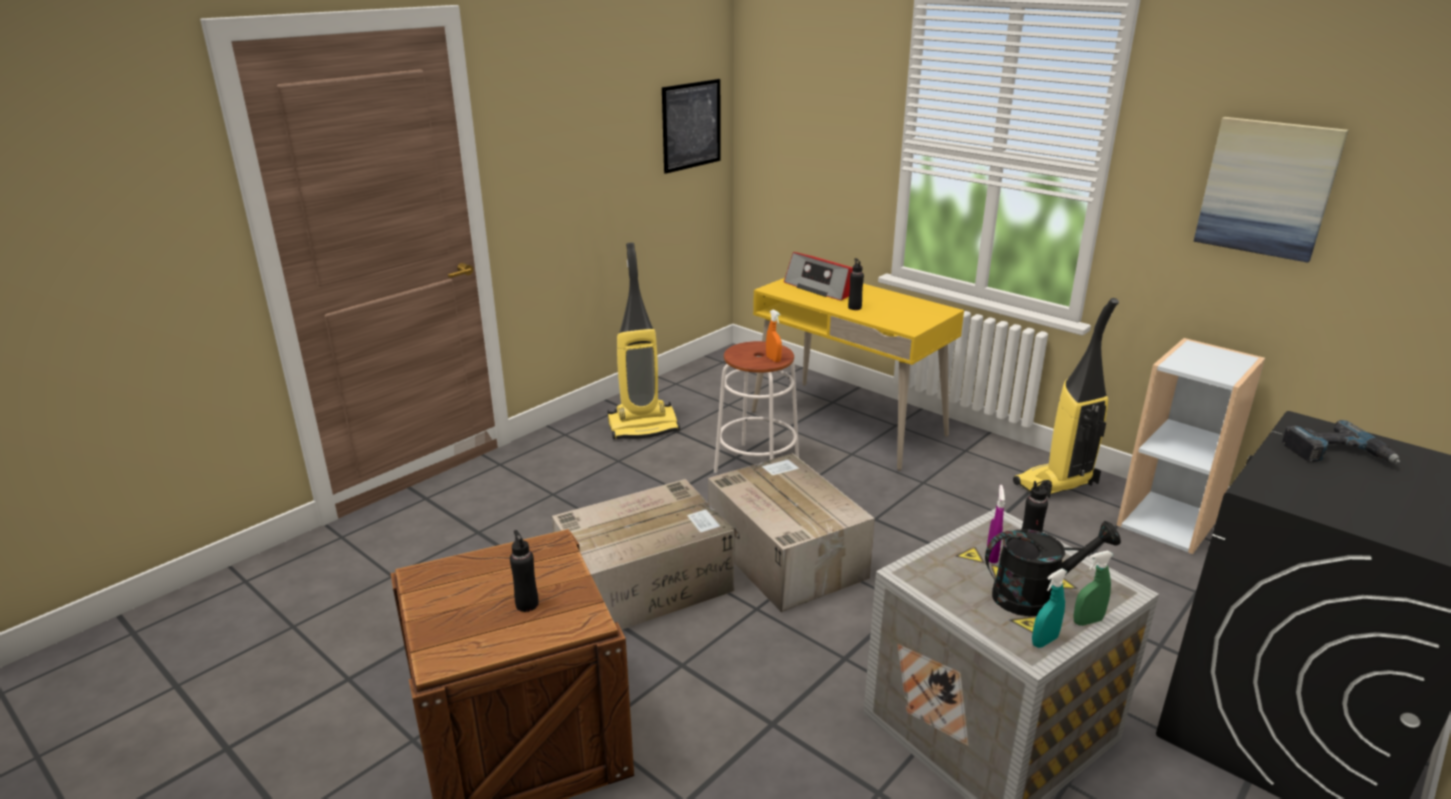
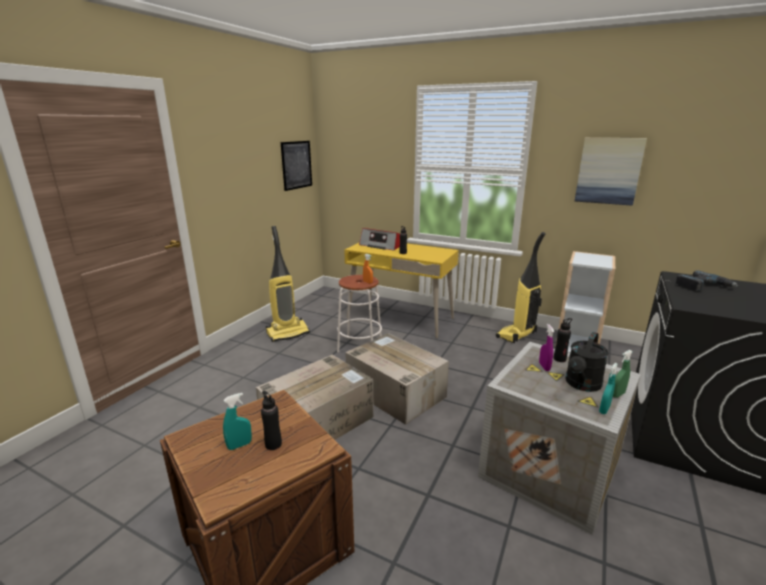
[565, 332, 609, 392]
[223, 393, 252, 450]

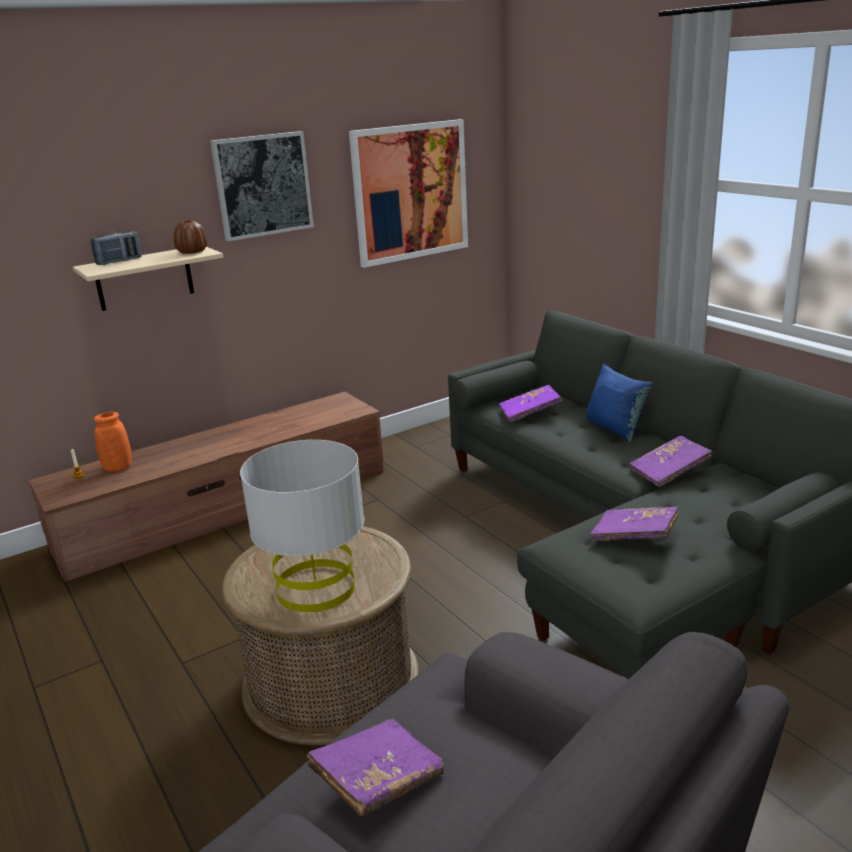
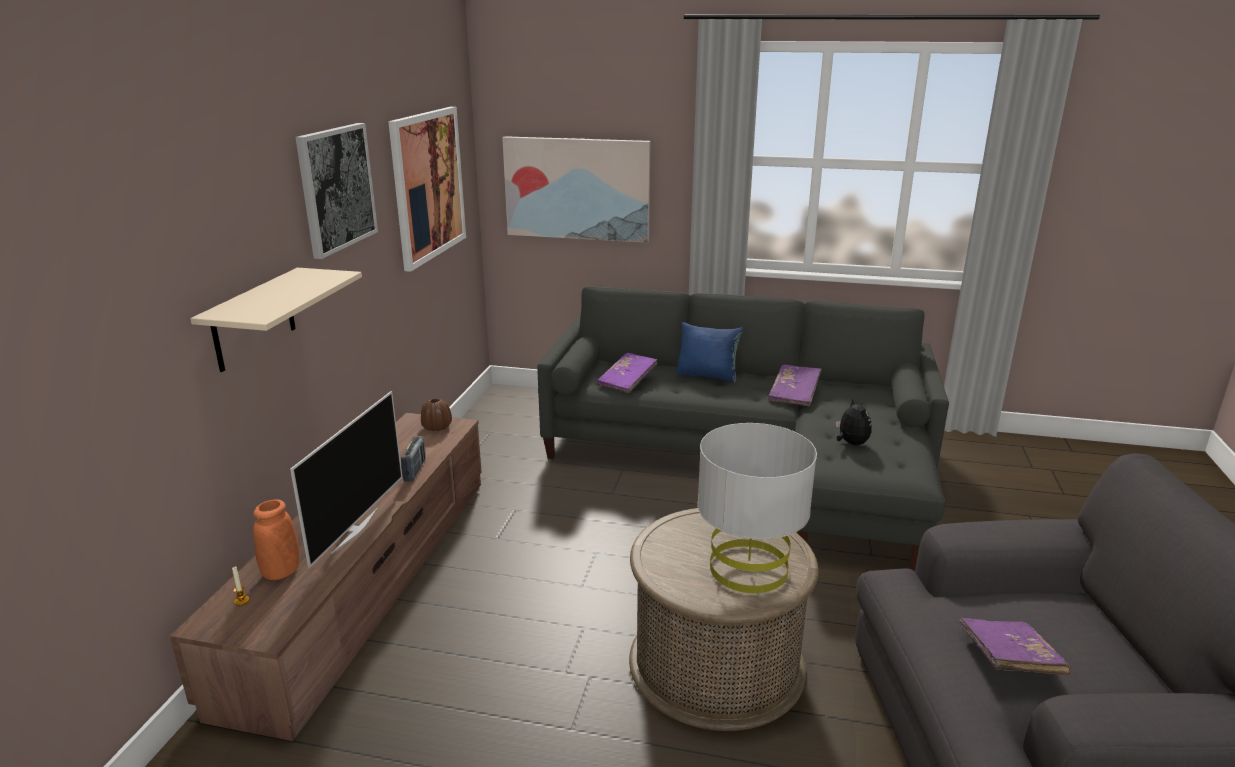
[421, 398, 452, 431]
[401, 436, 426, 481]
[836, 397, 871, 445]
[502, 136, 651, 243]
[290, 391, 402, 568]

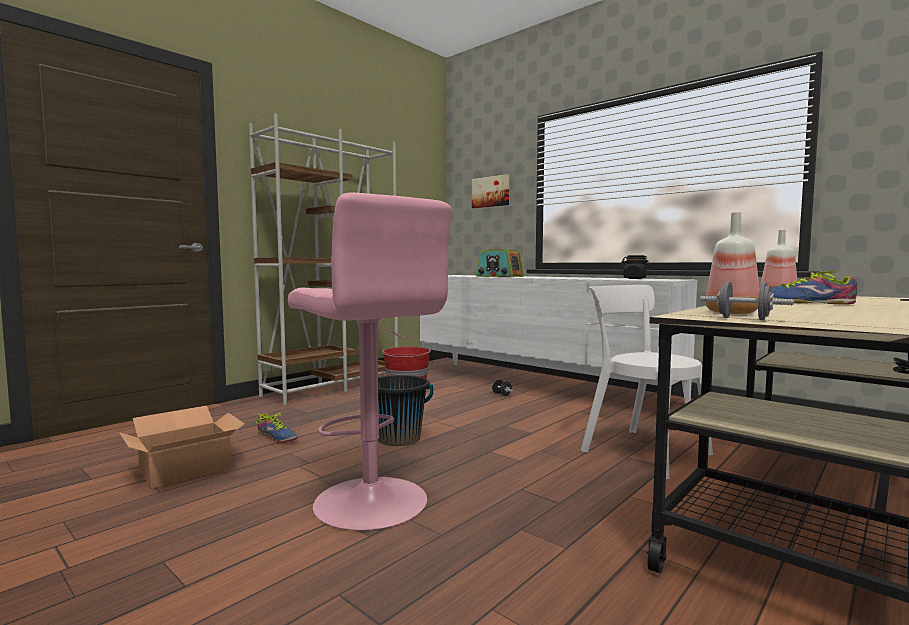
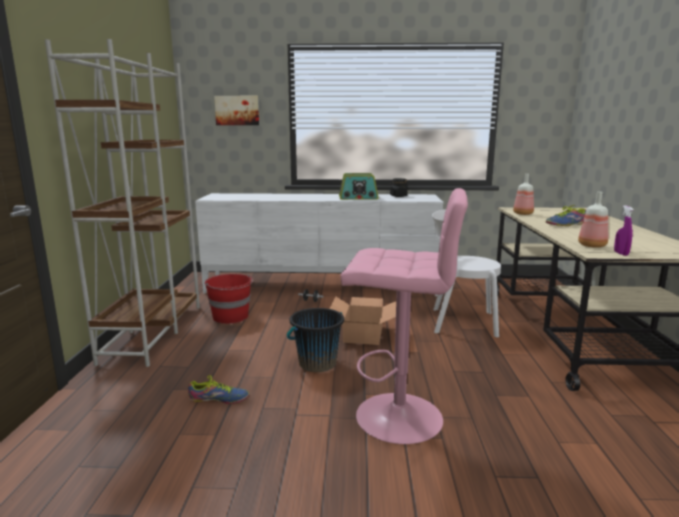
[339, 173, 378, 200]
[614, 205, 633, 256]
[329, 296, 396, 345]

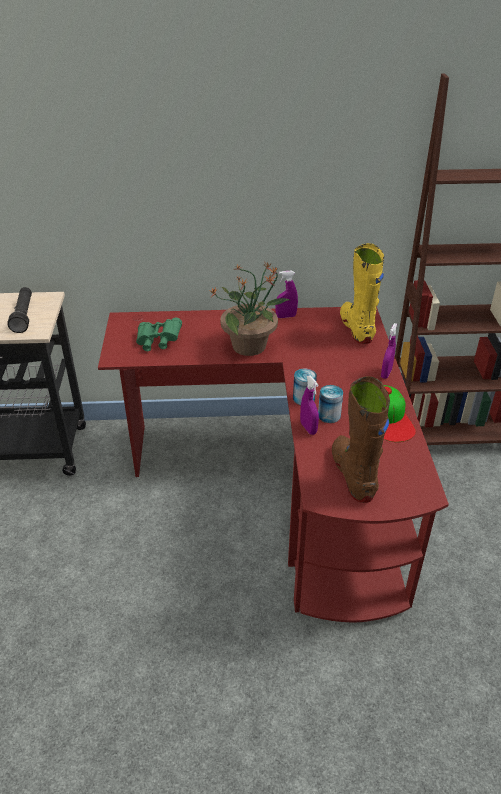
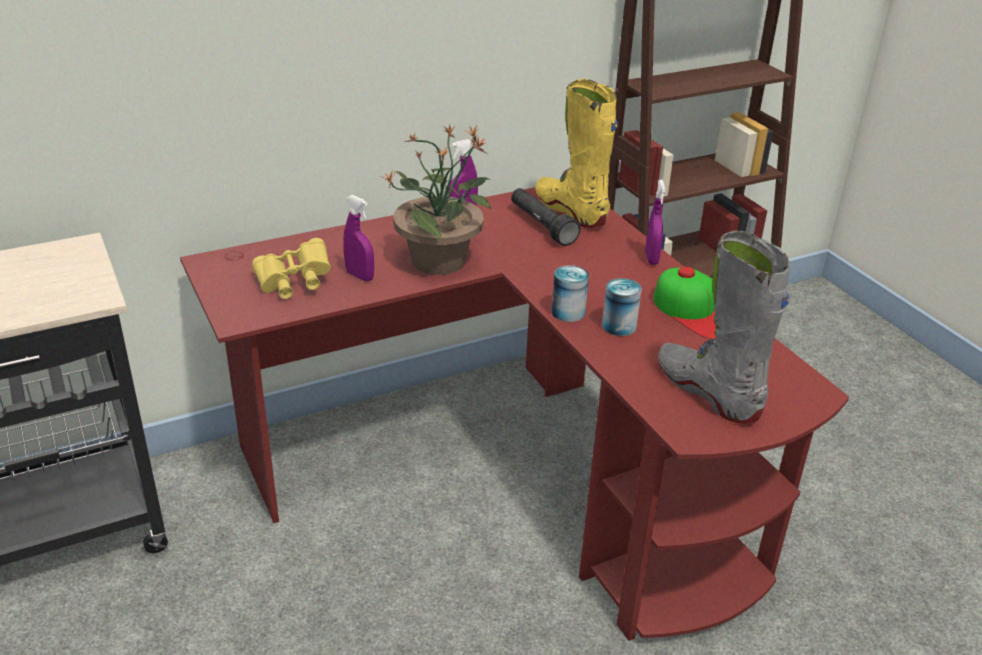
[511, 188, 580, 246]
[252, 238, 331, 299]
[343, 195, 374, 281]
[658, 231, 790, 424]

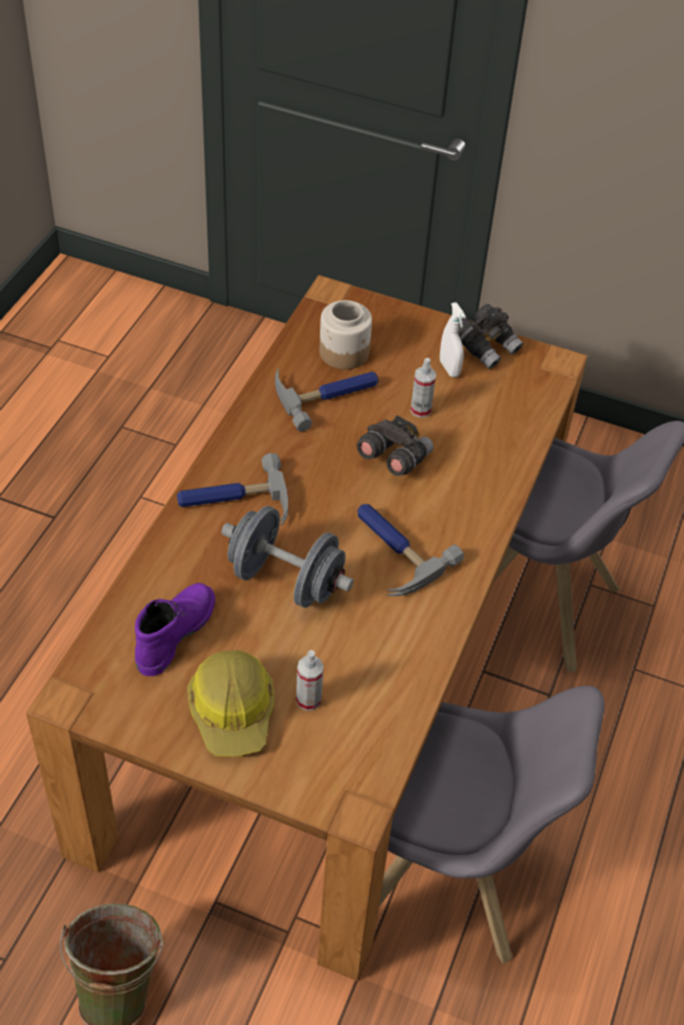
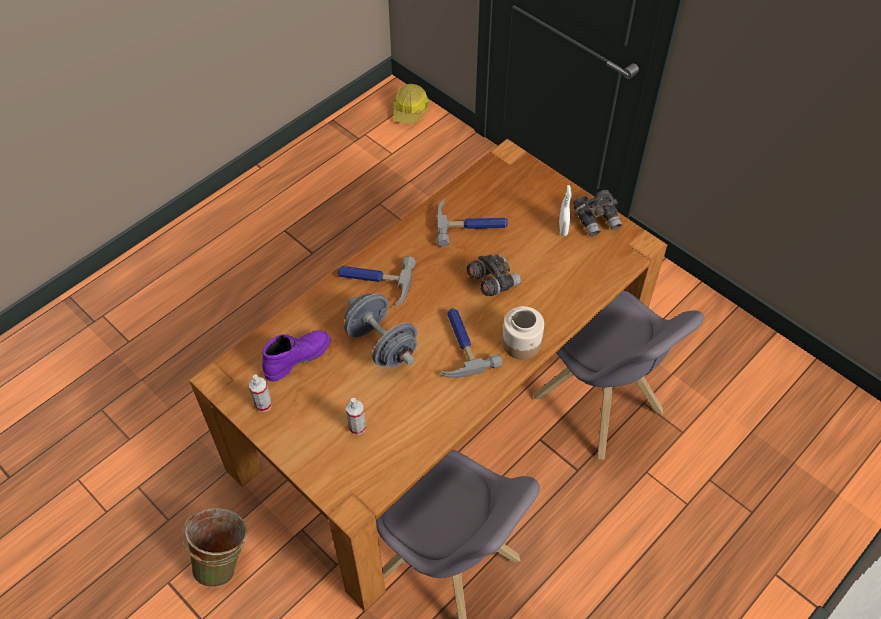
[502, 306, 544, 360]
[249, 374, 272, 412]
[393, 84, 430, 124]

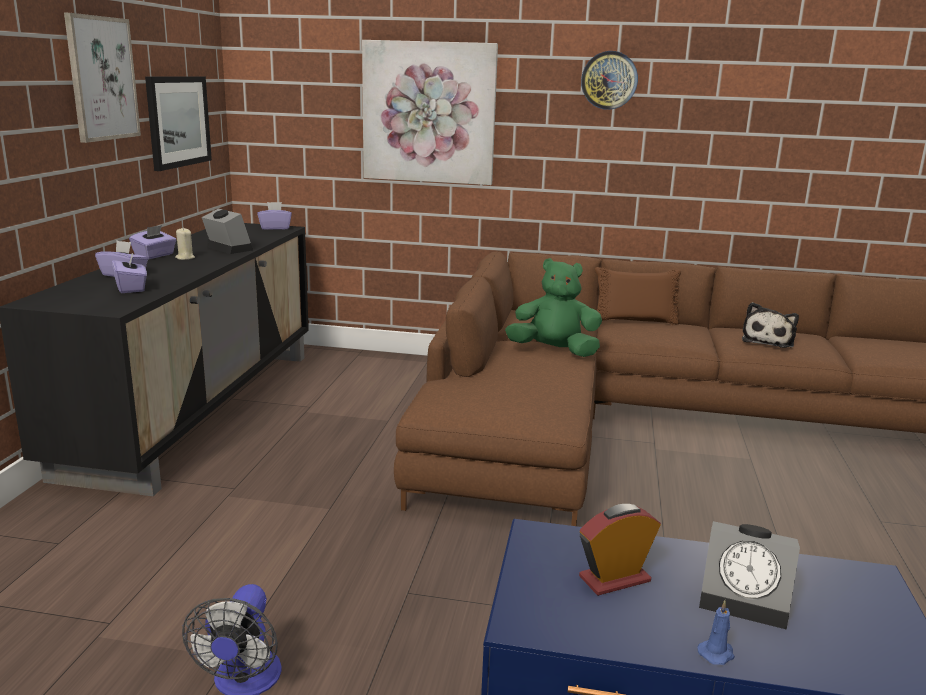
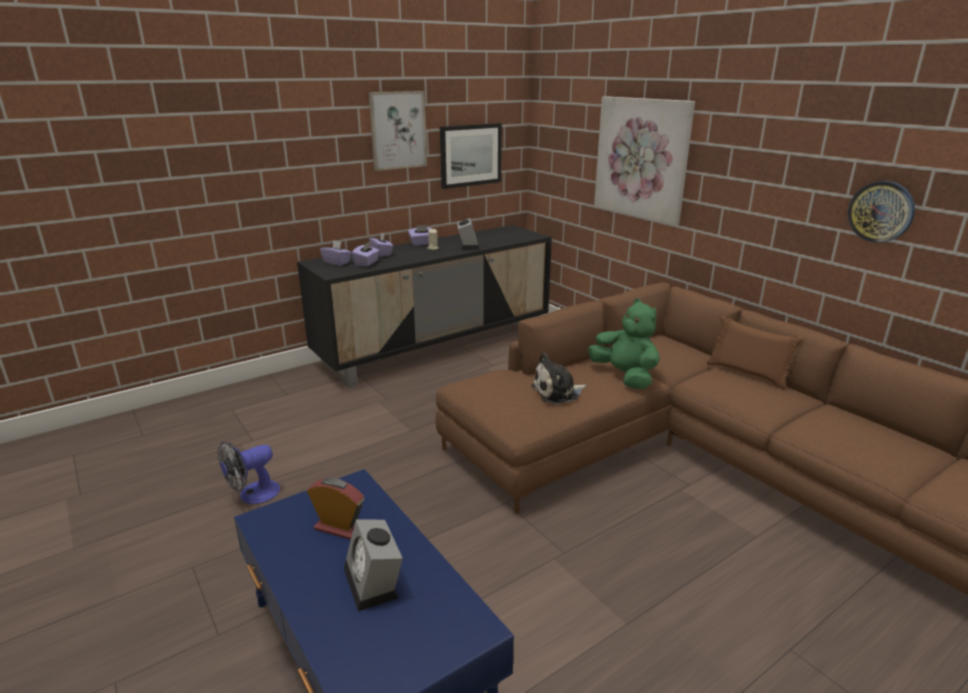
[848, 181, 915, 243]
[320, 240, 352, 266]
[531, 353, 587, 404]
[697, 600, 735, 665] (first image)

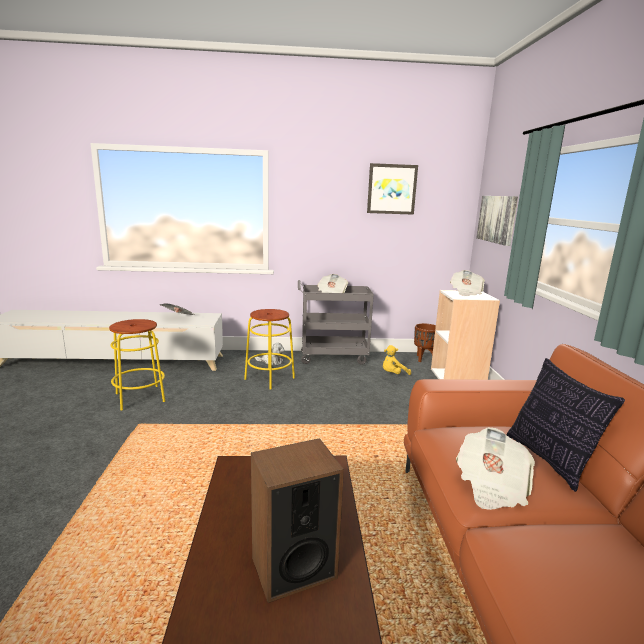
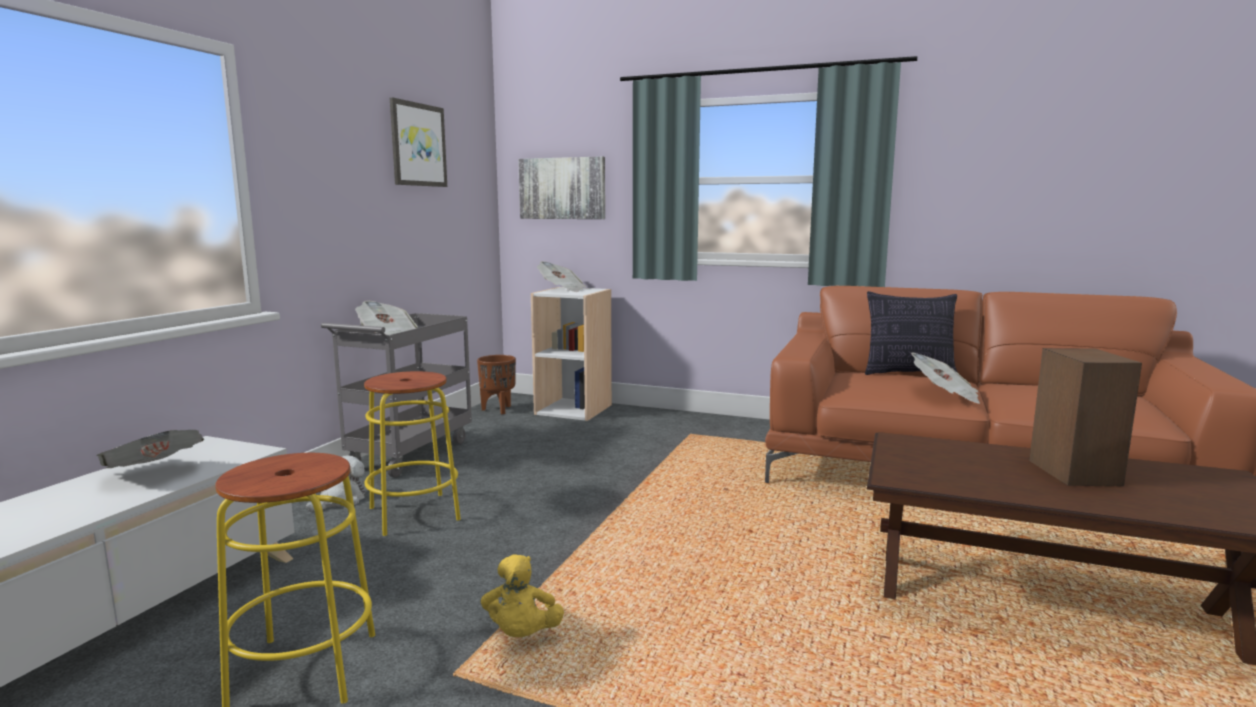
[481, 554, 564, 637]

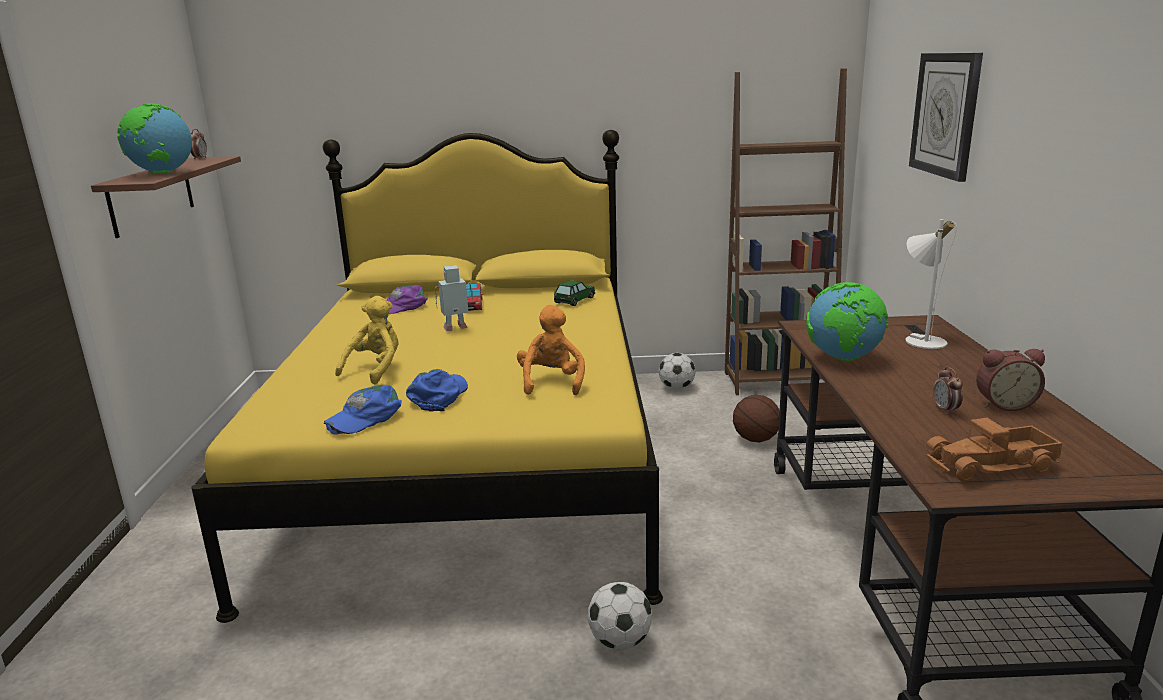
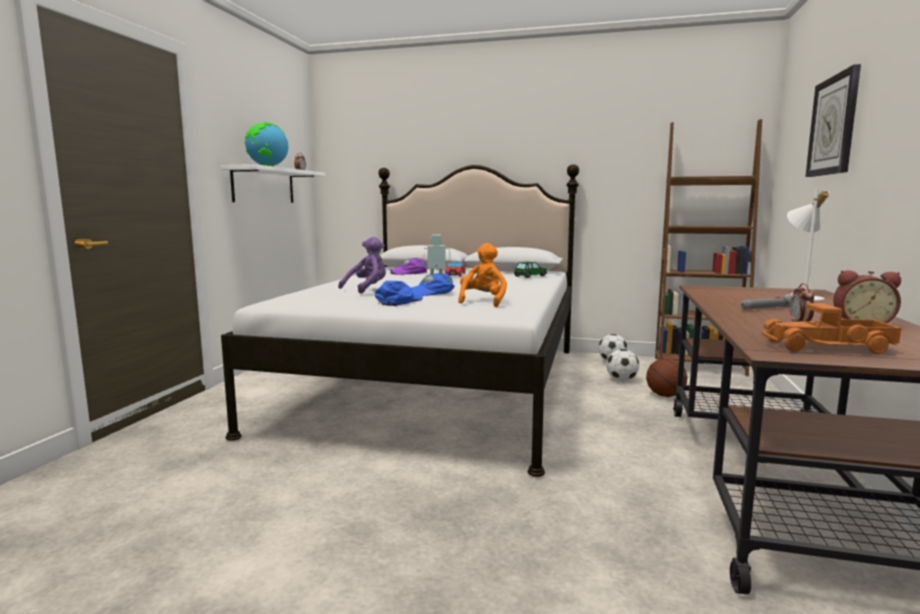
[221, 164, 579, 477]
[221, 164, 325, 203]
[806, 282, 888, 361] (first image)
[338, 237, 386, 294]
[411, 273, 455, 296]
[606, 349, 639, 381]
[741, 295, 793, 310]

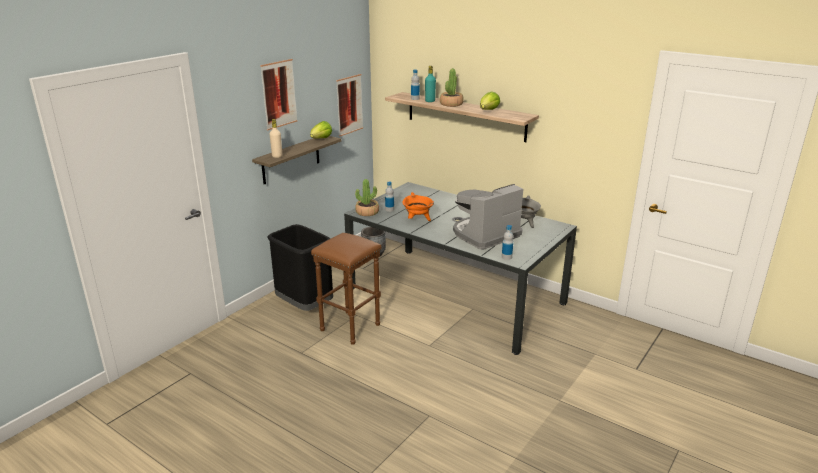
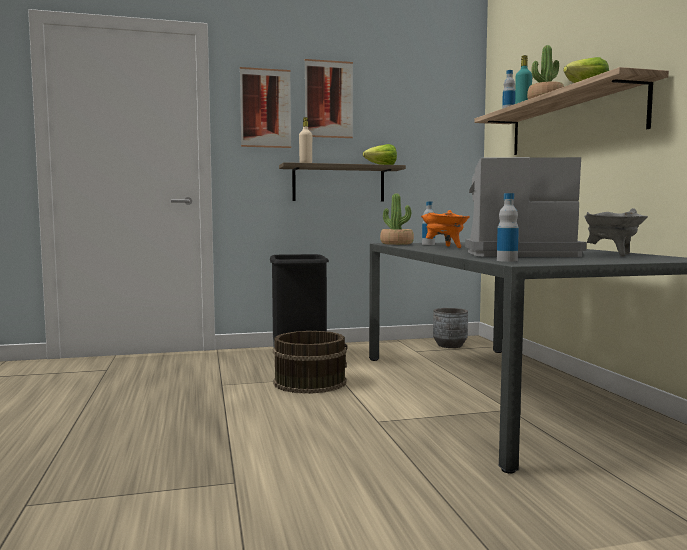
[240, 67, 291, 148]
[273, 331, 347, 394]

